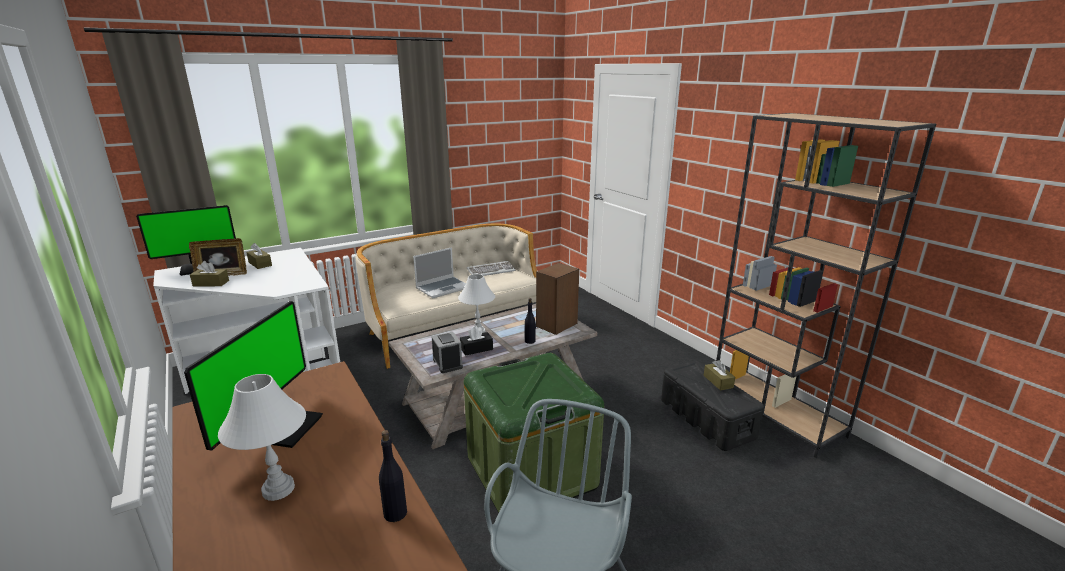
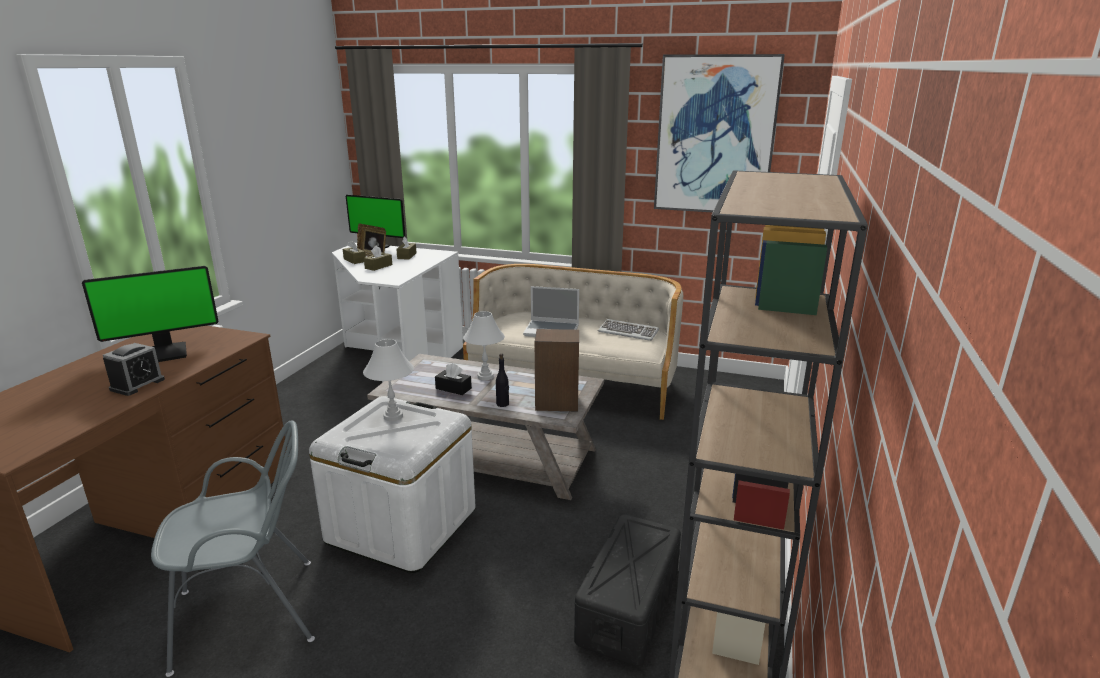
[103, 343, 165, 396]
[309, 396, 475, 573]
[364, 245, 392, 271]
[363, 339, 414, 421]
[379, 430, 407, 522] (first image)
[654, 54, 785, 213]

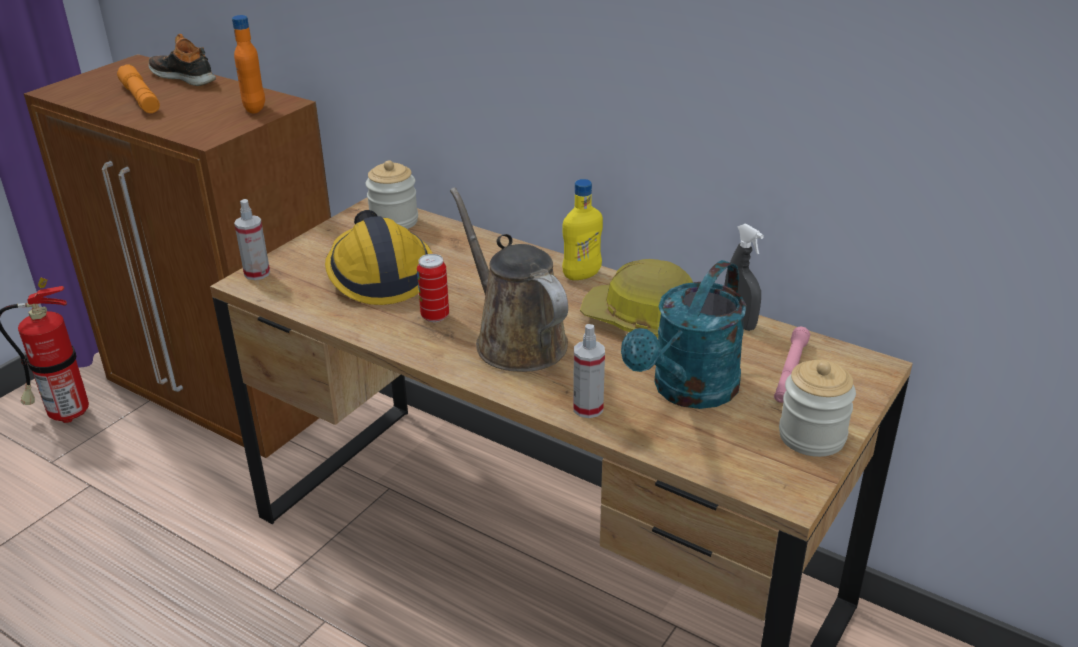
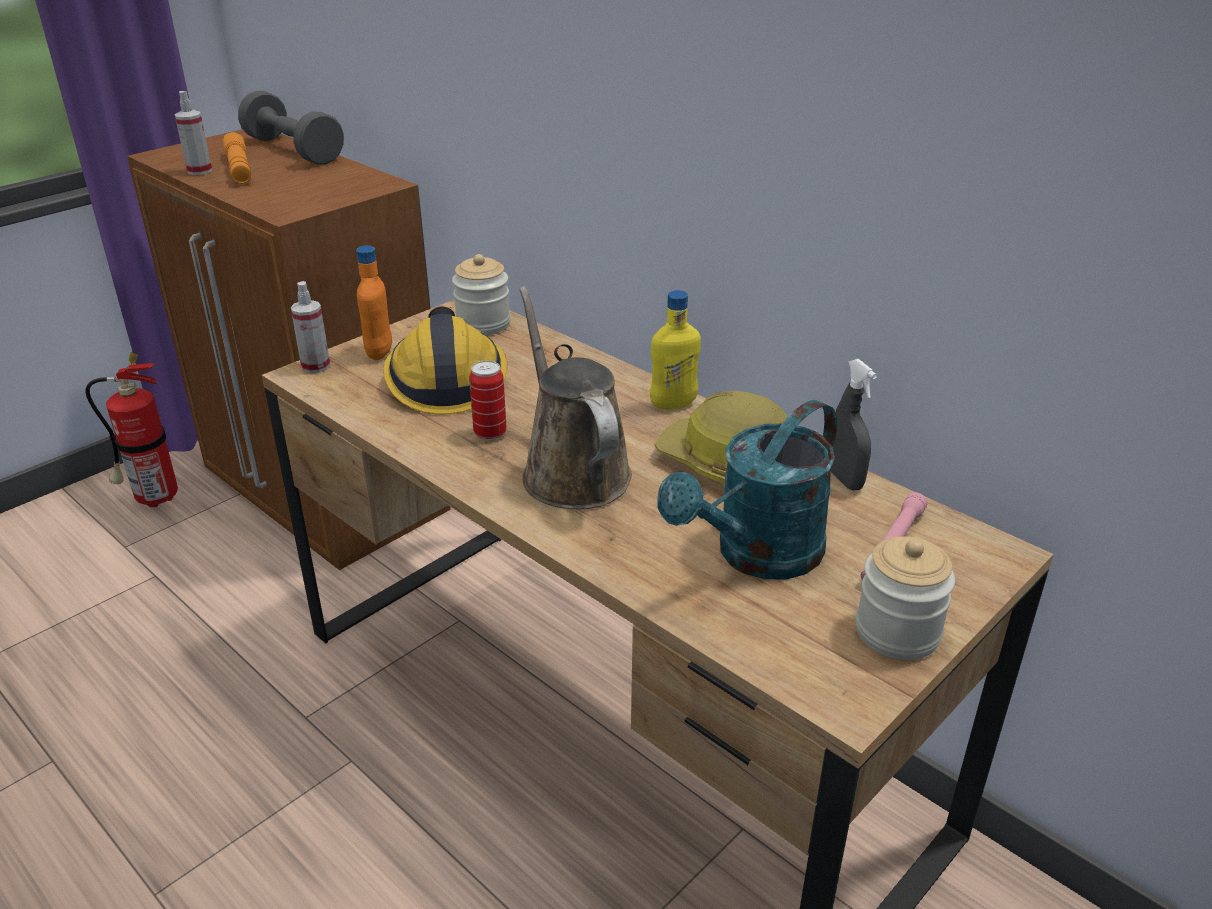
[356, 245, 392, 360]
[238, 91, 344, 165]
[175, 91, 213, 175]

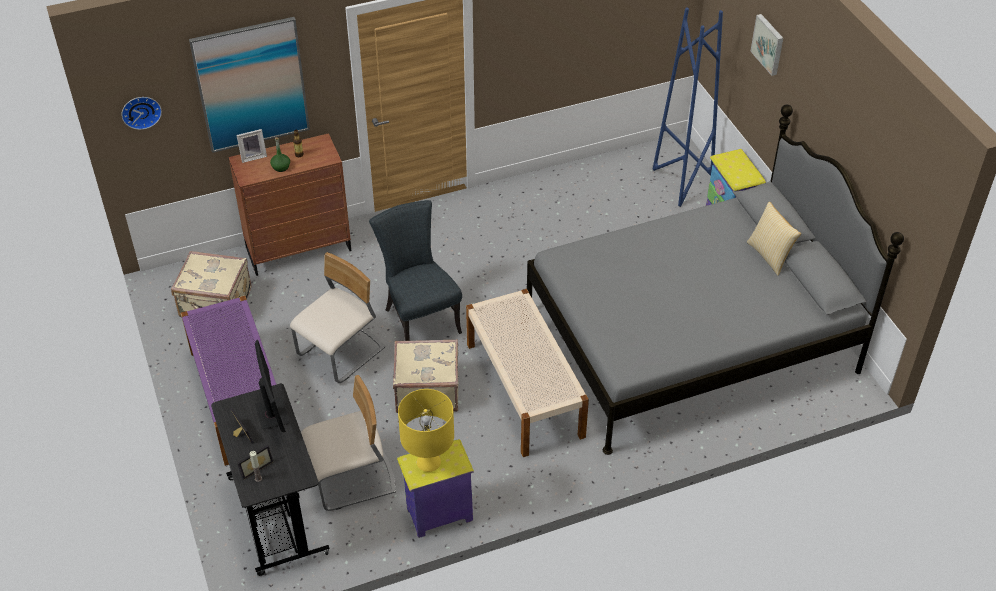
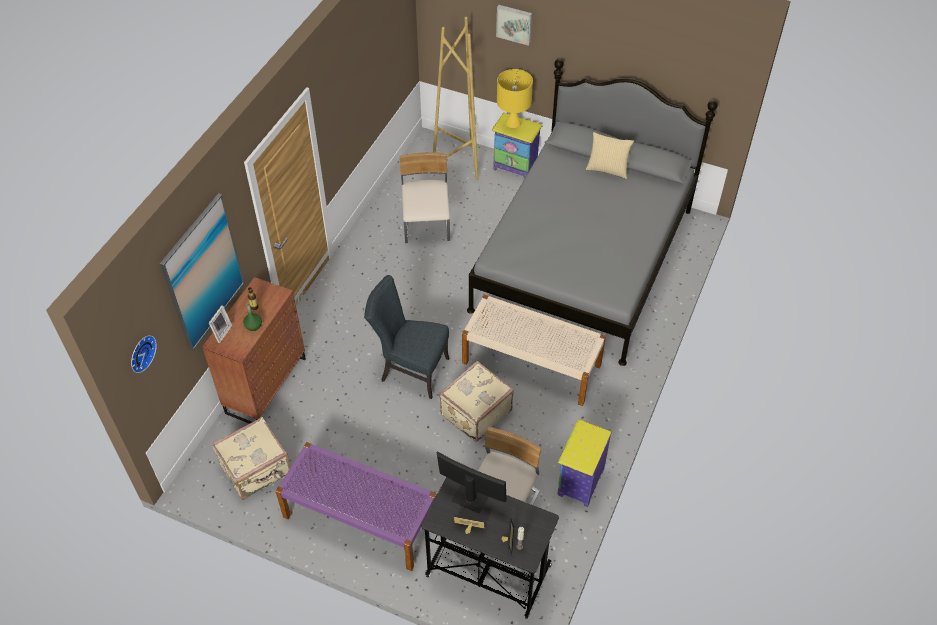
[433, 17, 478, 179]
[400, 152, 450, 243]
[497, 69, 533, 129]

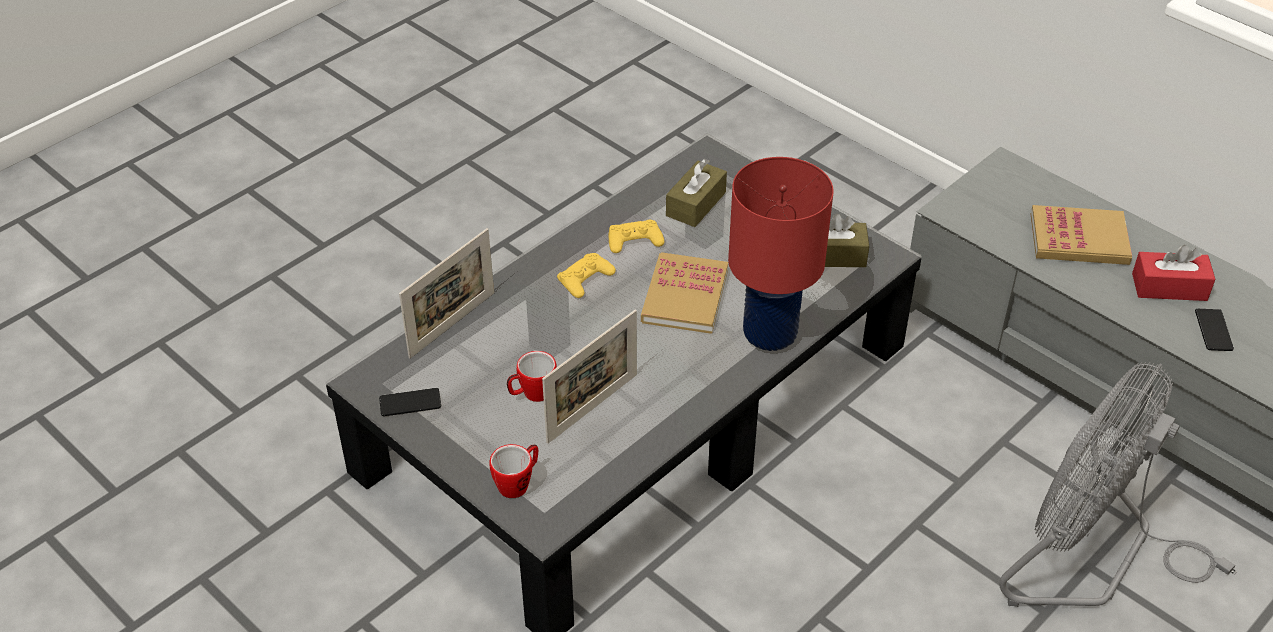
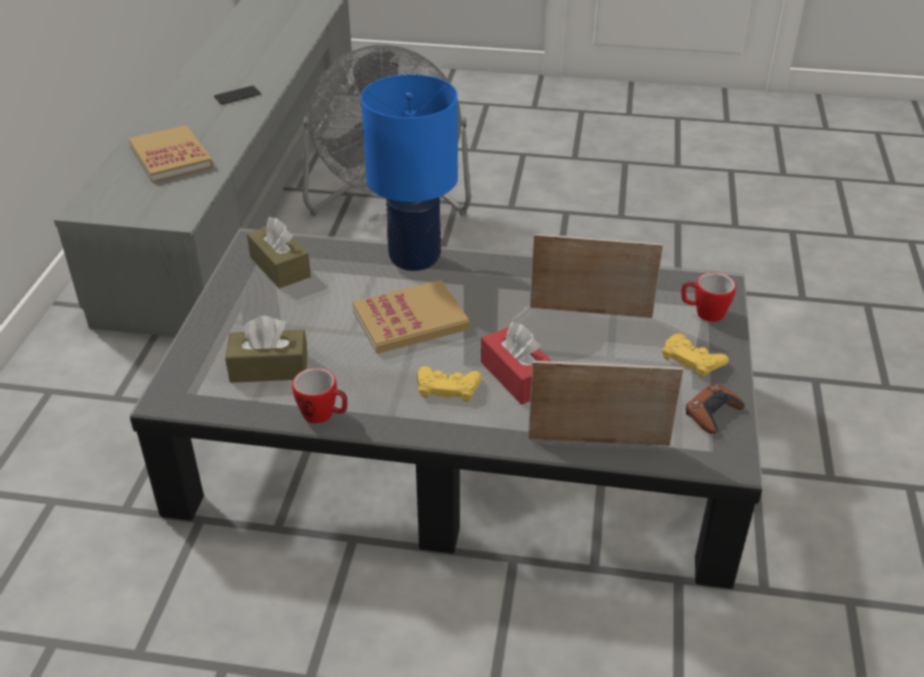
[361, 74, 458, 271]
[662, 333, 729, 378]
[481, 322, 552, 405]
[292, 368, 347, 423]
[686, 385, 745, 434]

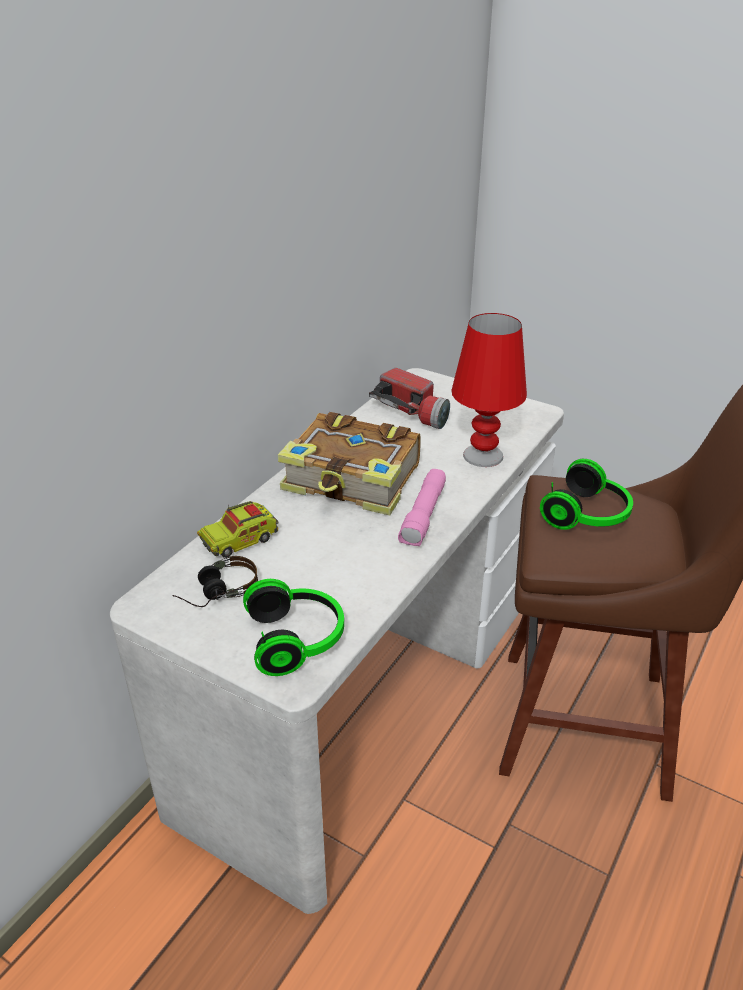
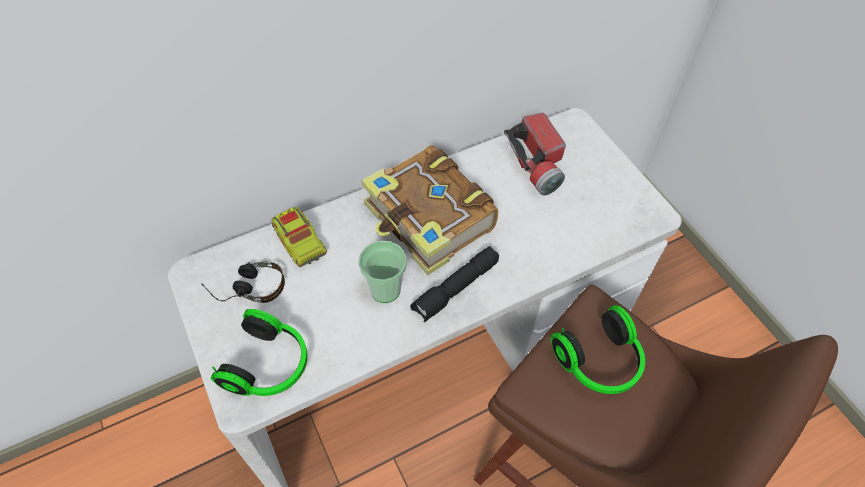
[451, 313, 527, 467] (first image)
[410, 246, 499, 322]
[271, 207, 327, 267]
[358, 241, 407, 303]

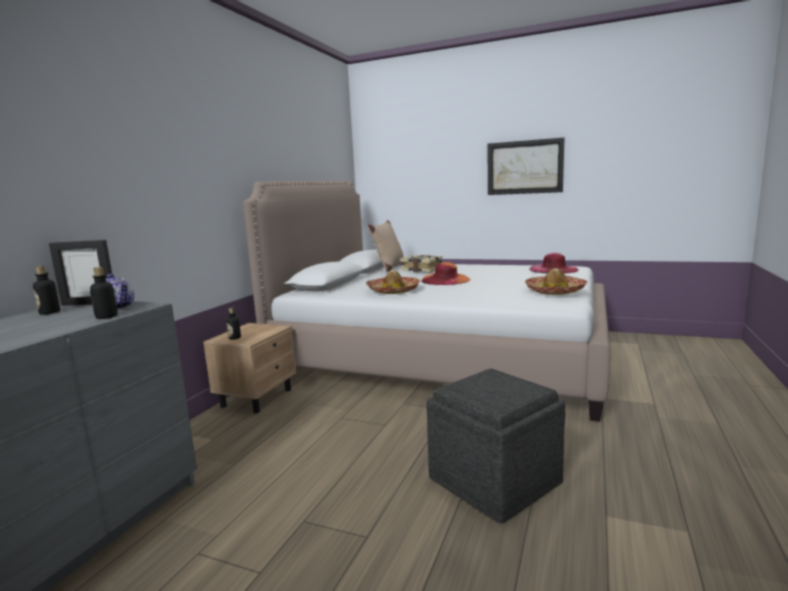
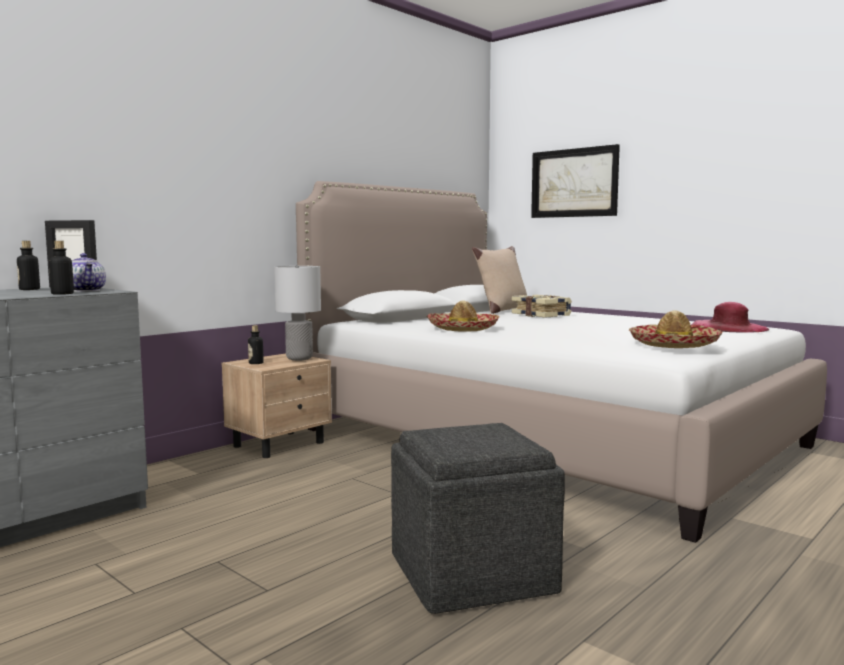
[531, 144, 620, 218]
[421, 262, 471, 285] (first image)
[274, 265, 321, 361]

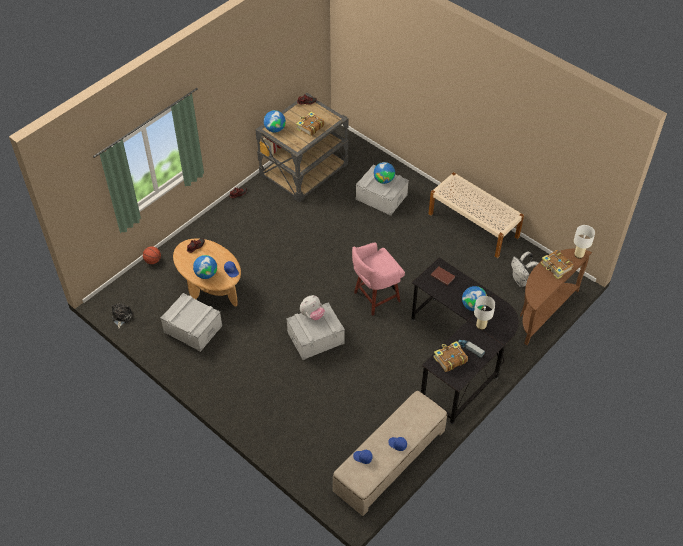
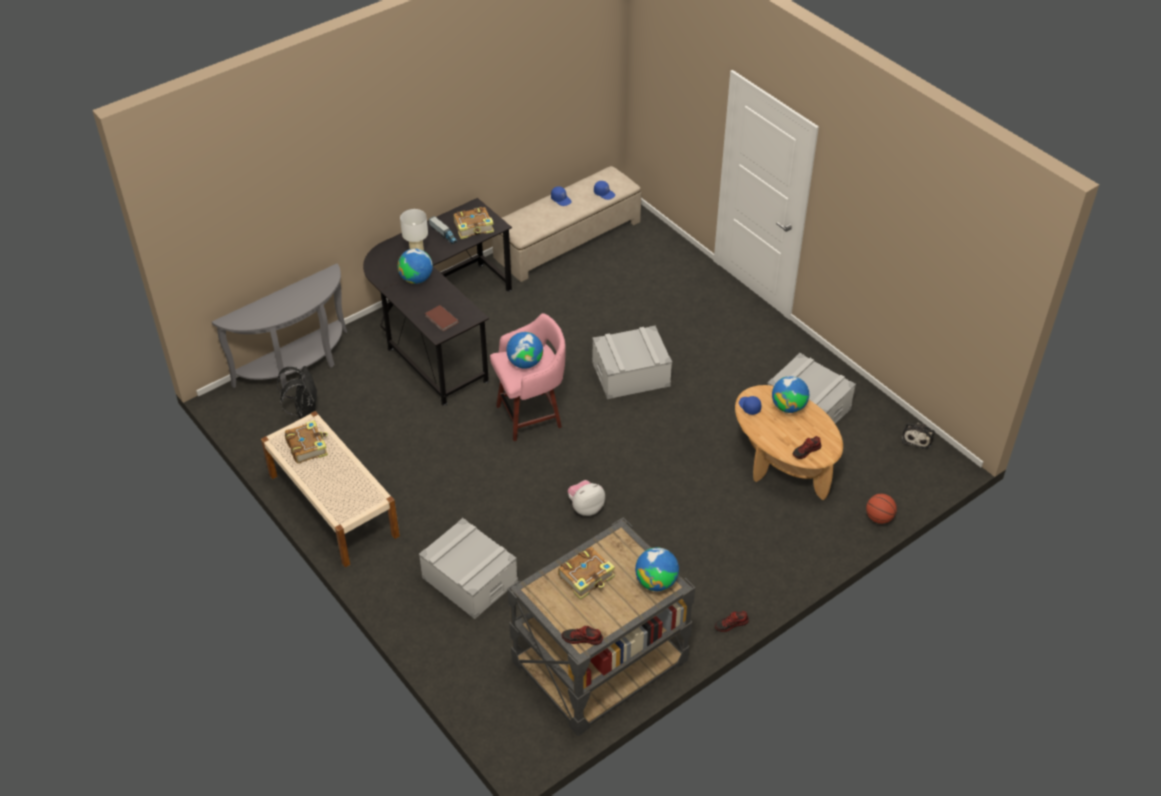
[506, 332, 543, 369]
[574, 225, 595, 259] (first image)
[212, 264, 347, 388]
[285, 420, 328, 464]
[277, 366, 317, 419]
[568, 480, 605, 516]

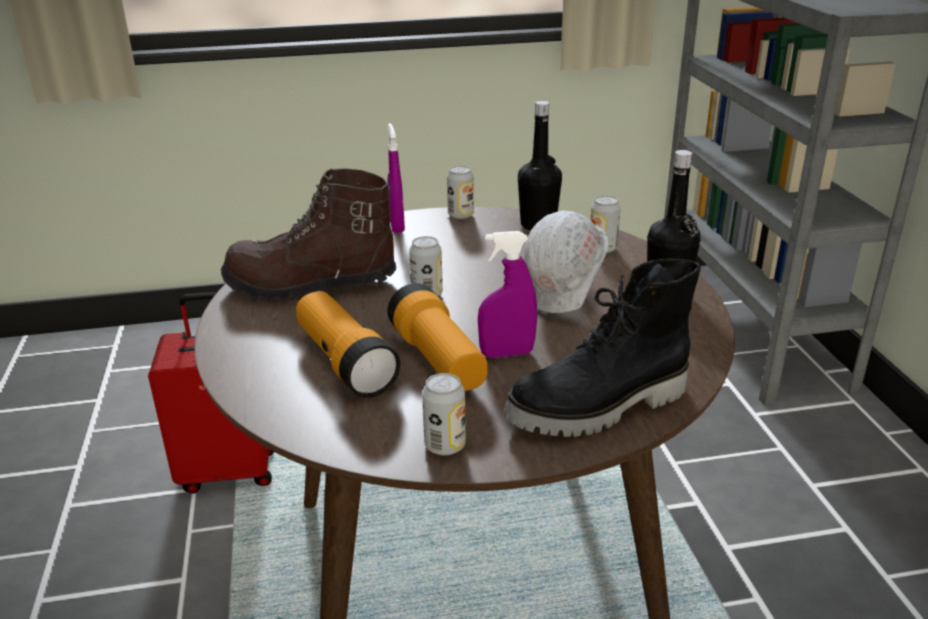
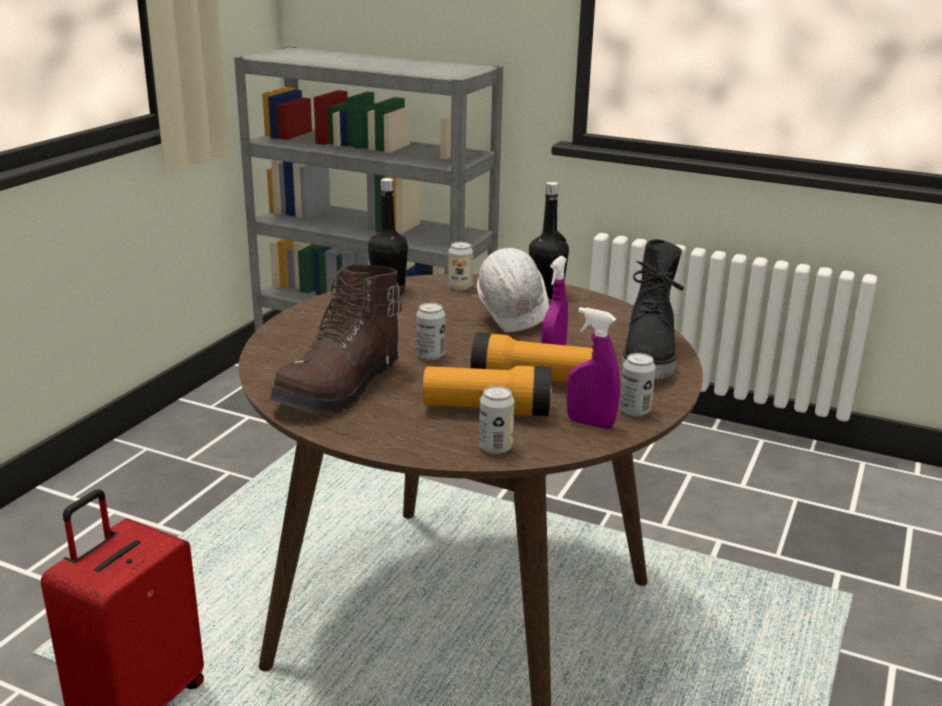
[567, 307, 620, 429]
[479, 386, 515, 454]

